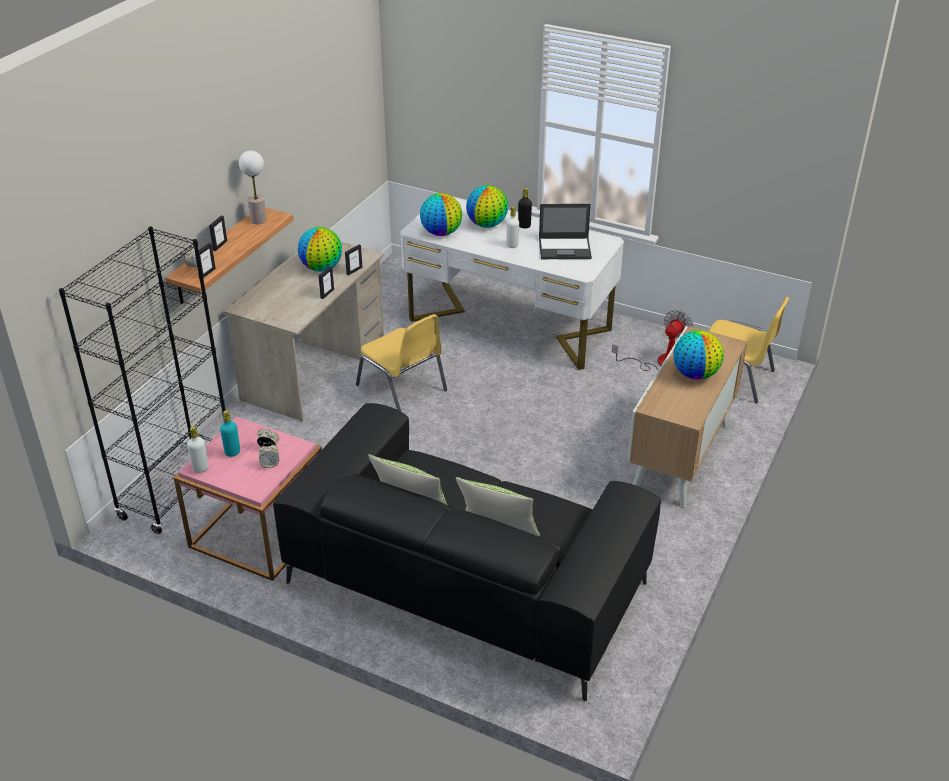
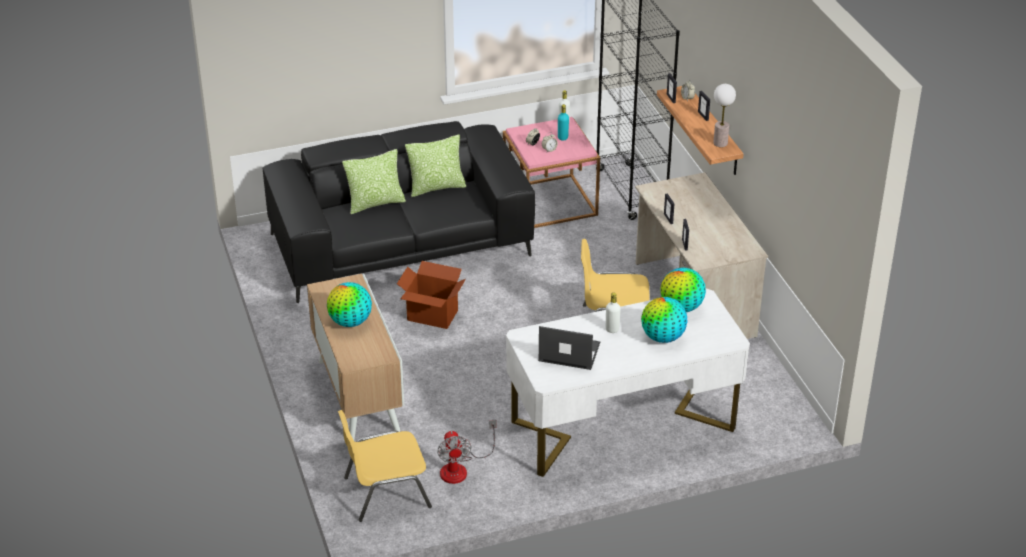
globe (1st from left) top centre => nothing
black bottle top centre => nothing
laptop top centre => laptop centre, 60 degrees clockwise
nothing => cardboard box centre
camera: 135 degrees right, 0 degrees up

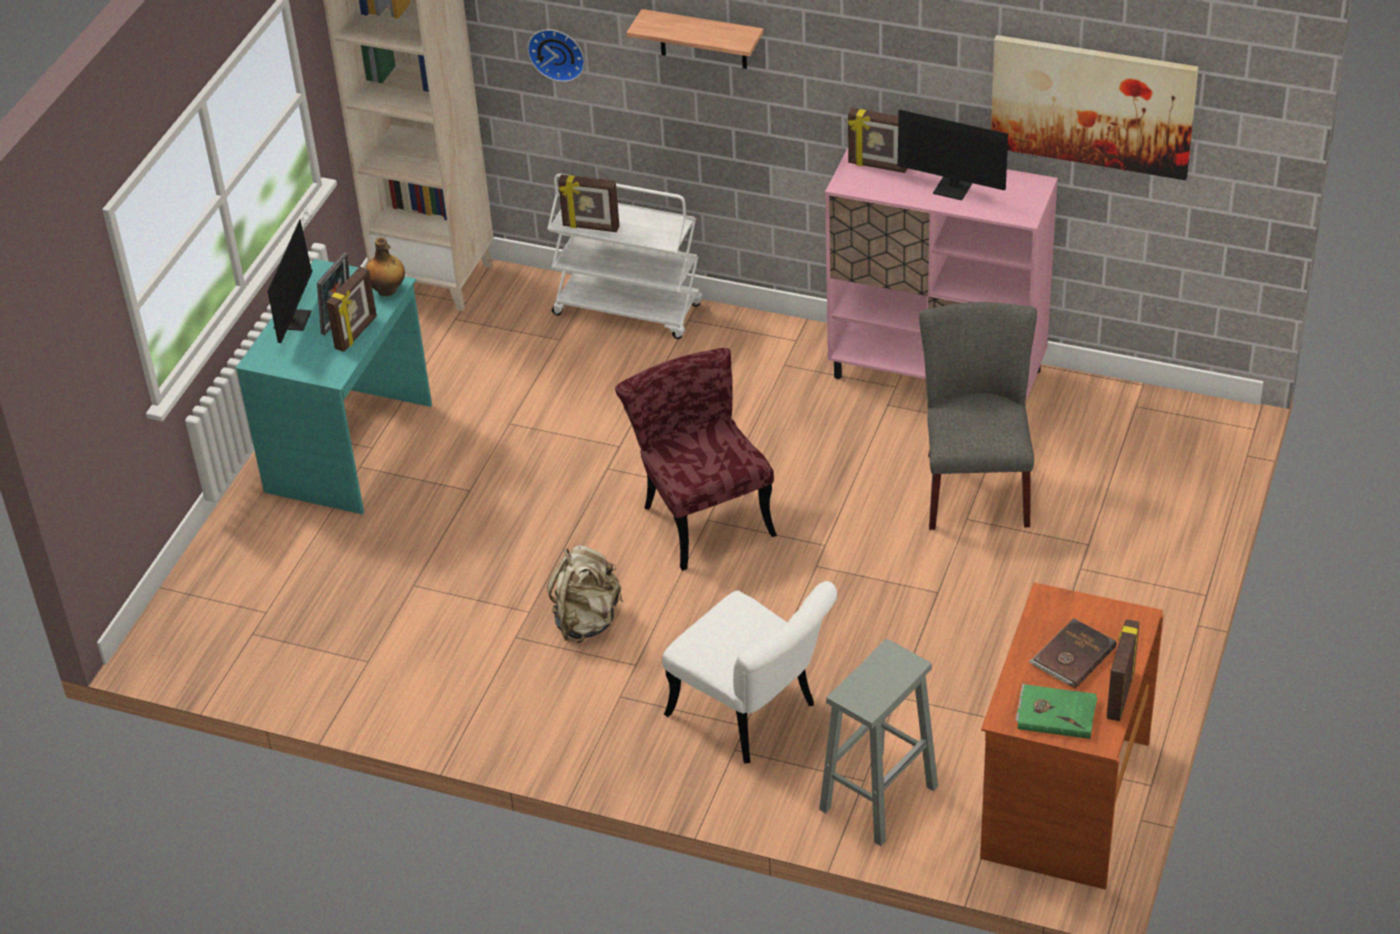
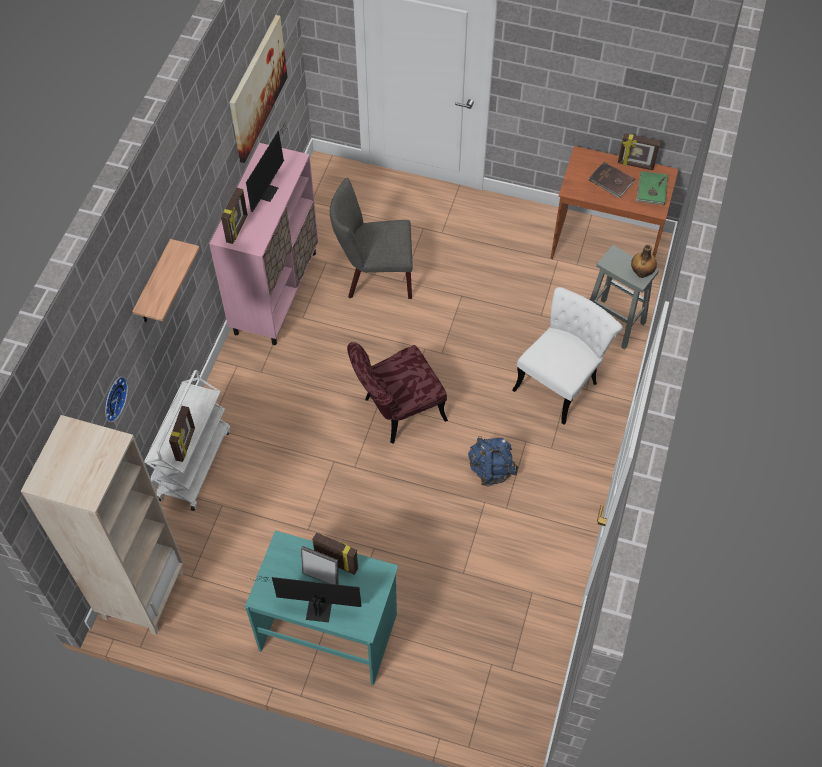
bottle top left => bottle middle right, move
beige backpack centre => blue backpack centre
camera: 95 degrees left, 15 degrees up

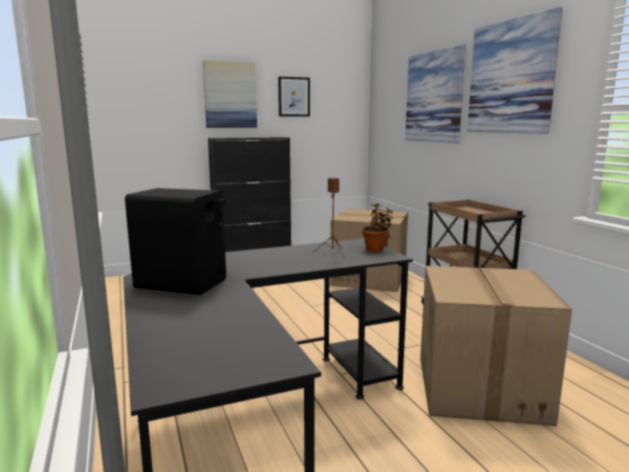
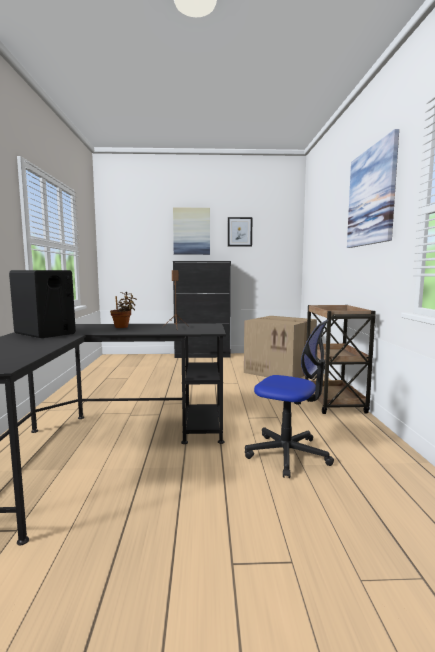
potted plant centre => potted plant middle left, move
picture (3rd from left) top right => nothing
cardboard box (2nd from left) bottom right => office chair centre
camera: 20 degrees right, 5 degrees down

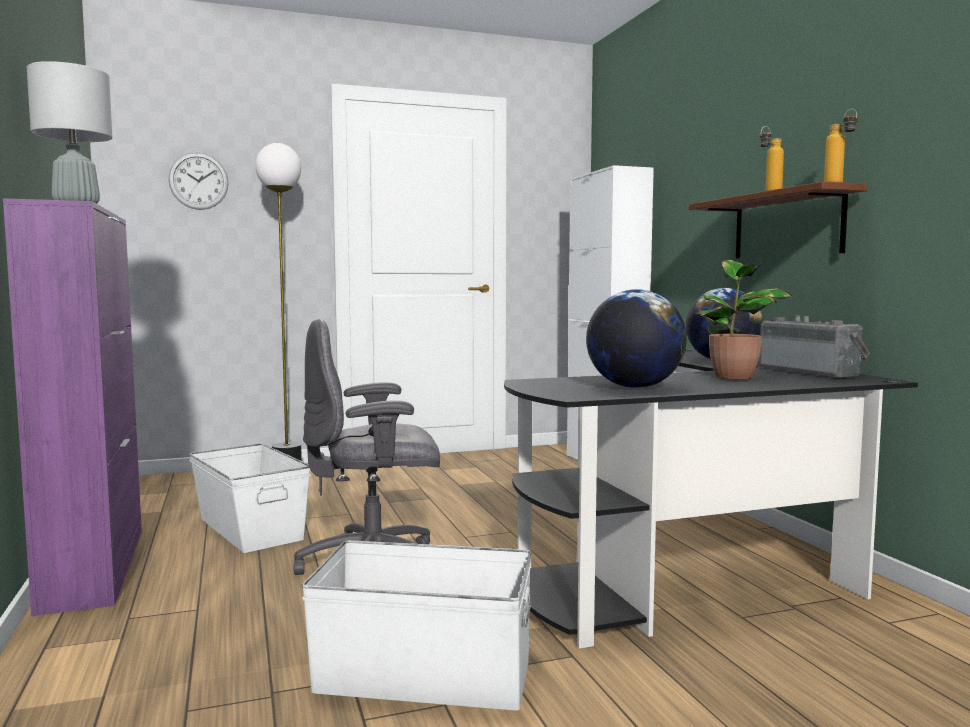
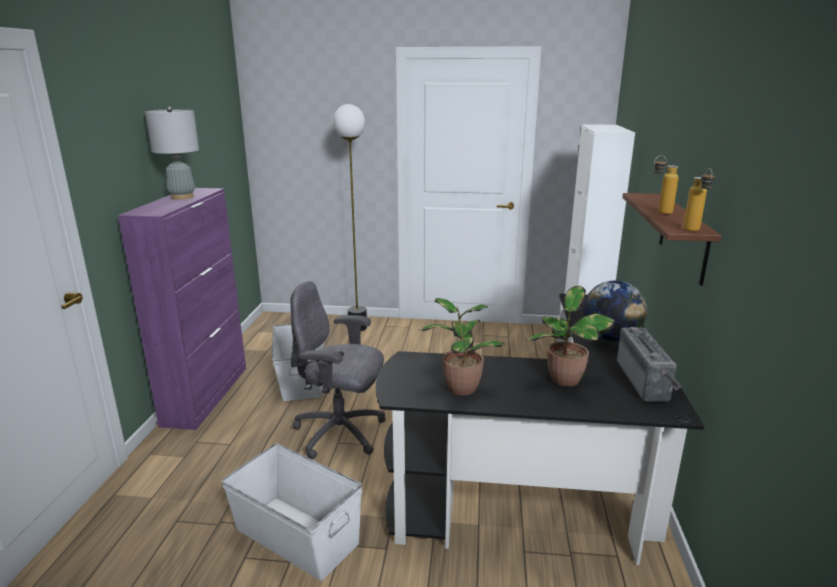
wall clock top left => nothing
globe (1st from left) centre => potted plant (1st from left) centre
camera: 25 degrees right, 15 degrees up

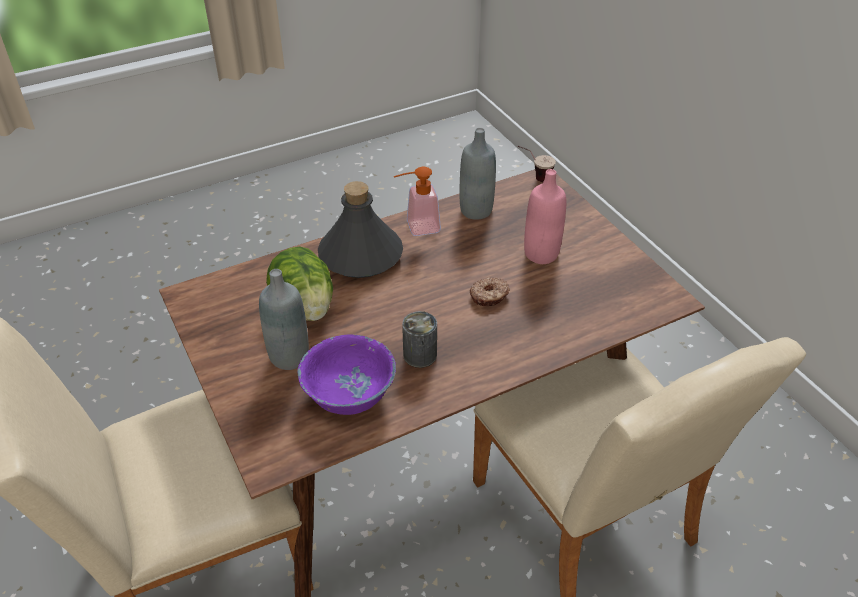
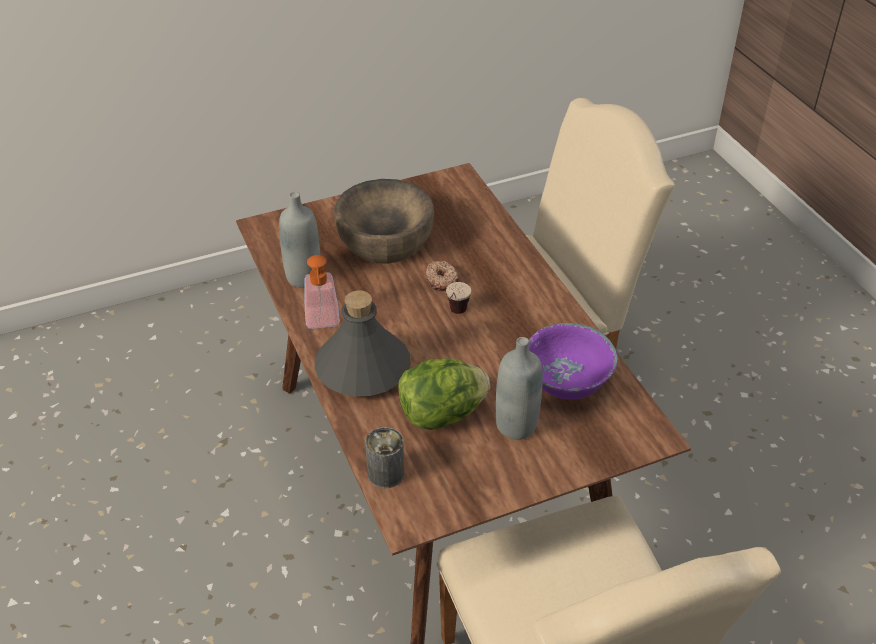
can centre => can bottom centre, move
cup top centre => cup centre, move
pink bottle centre => brown bowl centre
camera: 85 degrees left, 0 degrees up

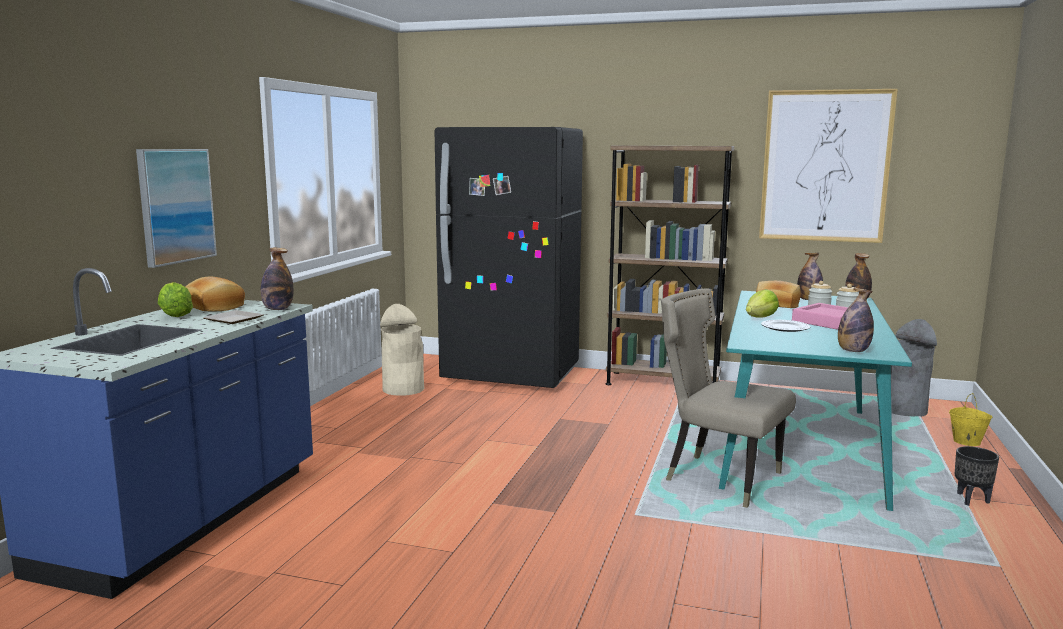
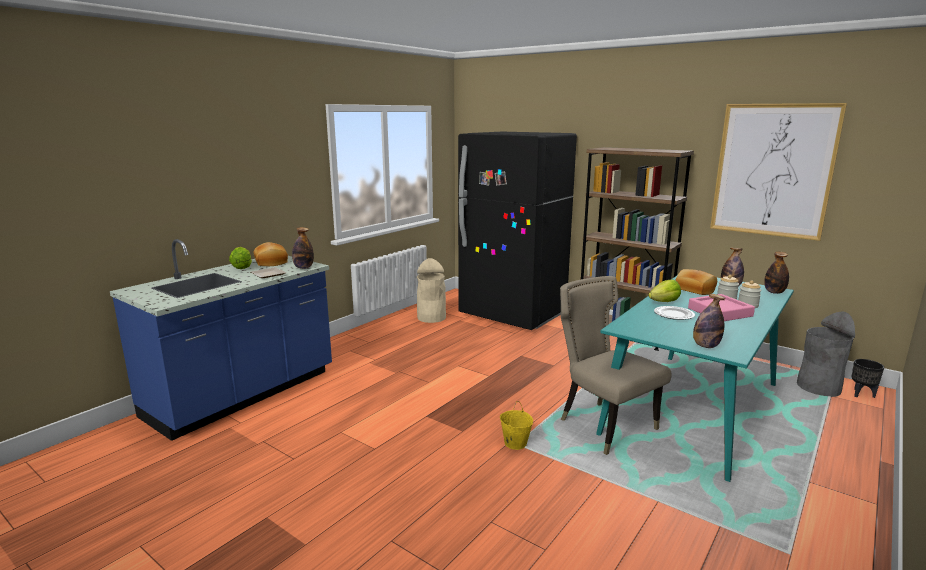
picture (1st from left) top left => nothing
yellow bucket middle right => yellow bucket bottom centre, move
black planter bottom right => black planter middle right, move
camera: 20 degrees right, 5 degrees up

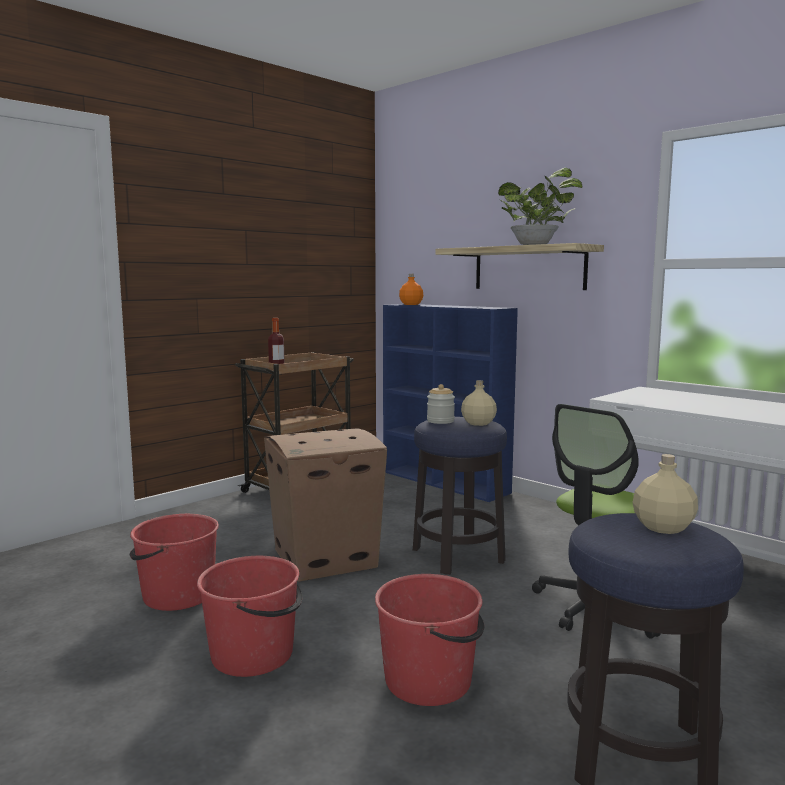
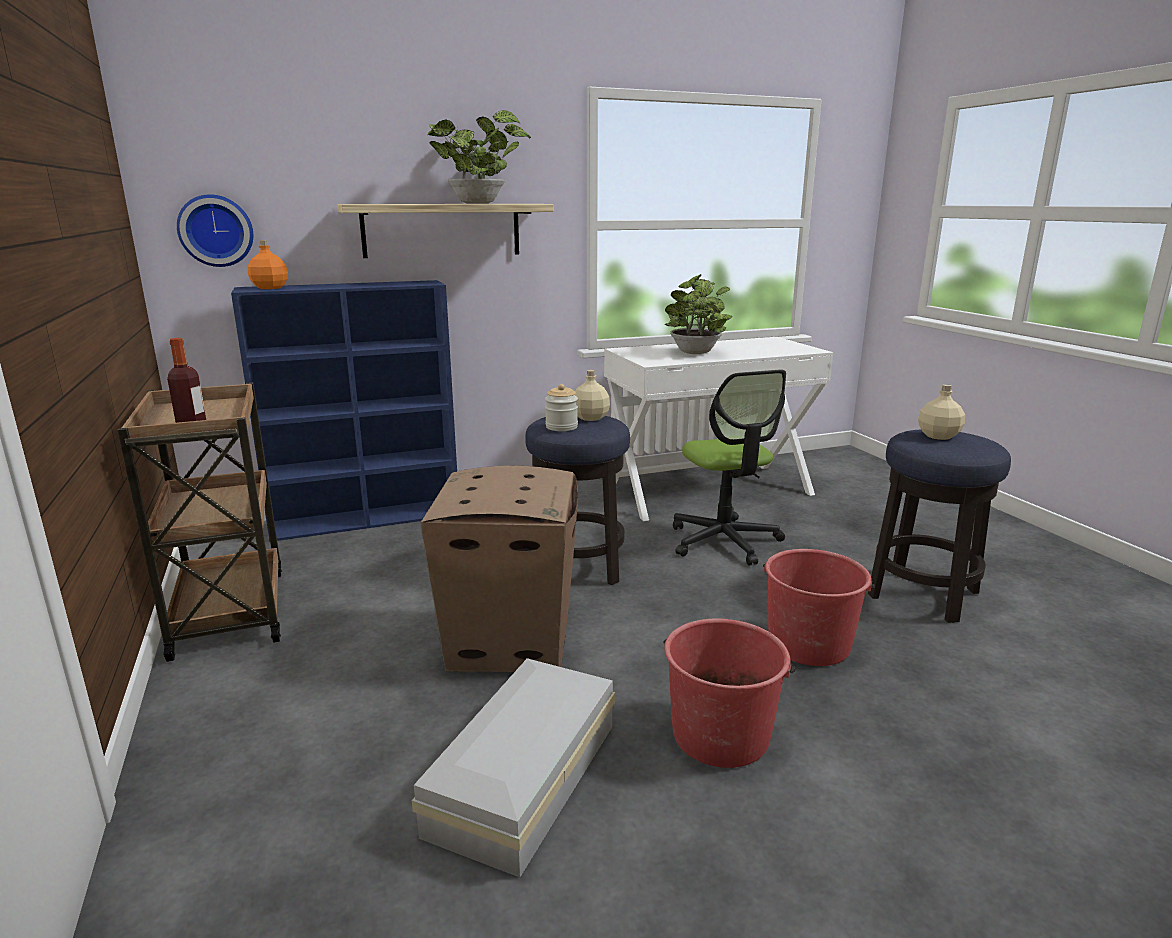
red bucket (1st from left) bottom left => white storage box bottom centre
nothing => wall clock top left
nothing => potted plant (2nd from left) centre
camera: 65 degrees left, 10 degrees up

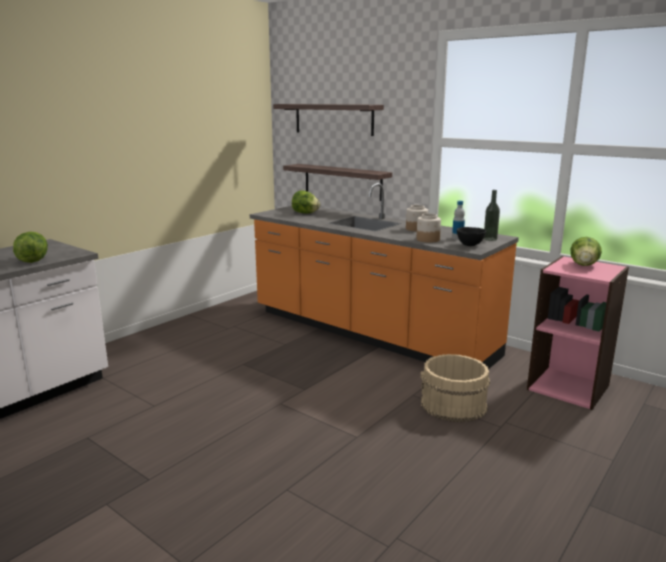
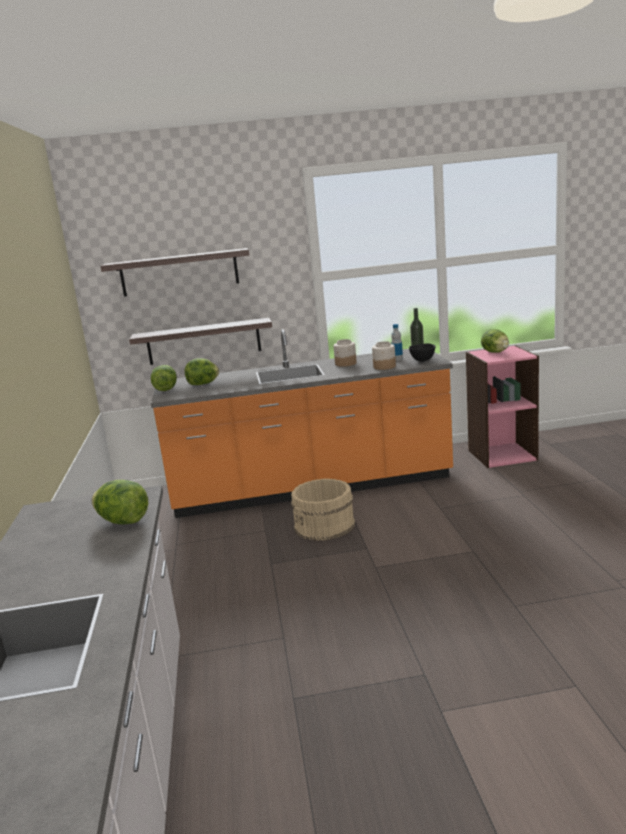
beige bucket bottom right => beige bucket centre, move
nothing => lettuce (2nd from left) middle left
camera: 45 degrees left, 0 degrees up

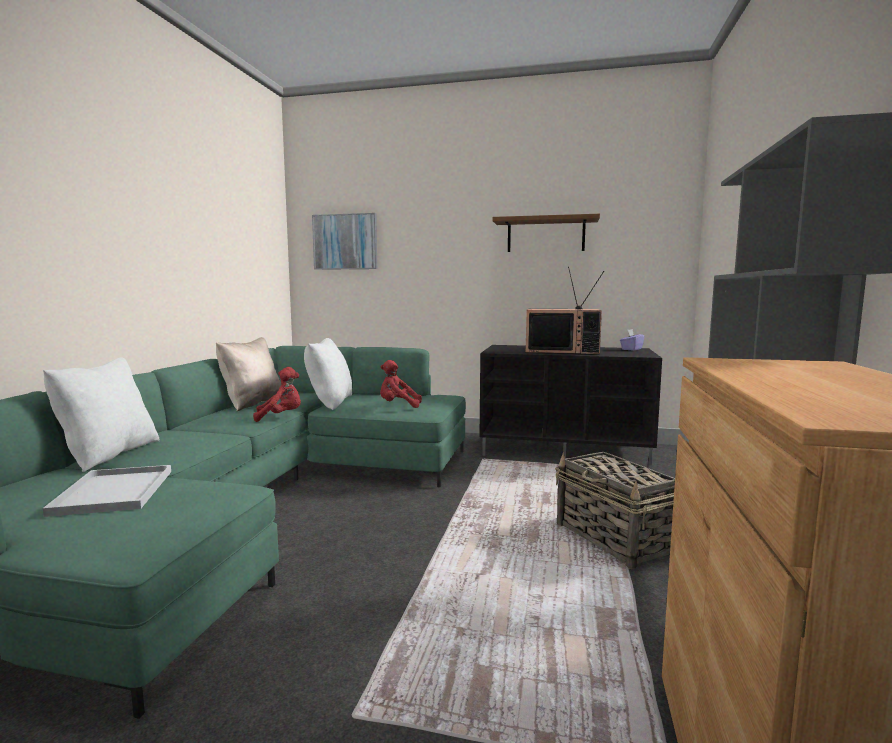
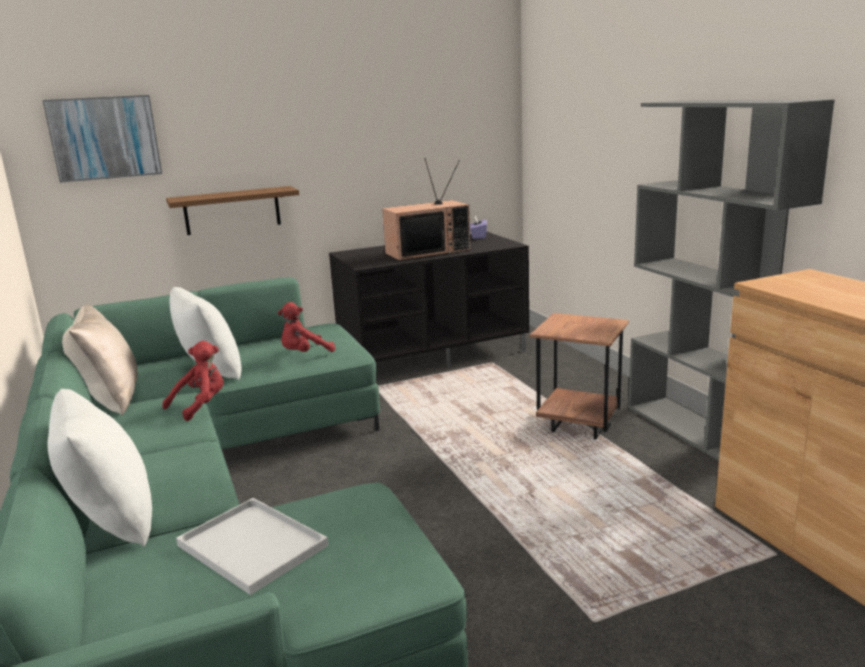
brown shelf top centre => brown shelf top left, move
basket bottom right => brown side table middle right
camera: 35 degrees left, 10 degrees up

